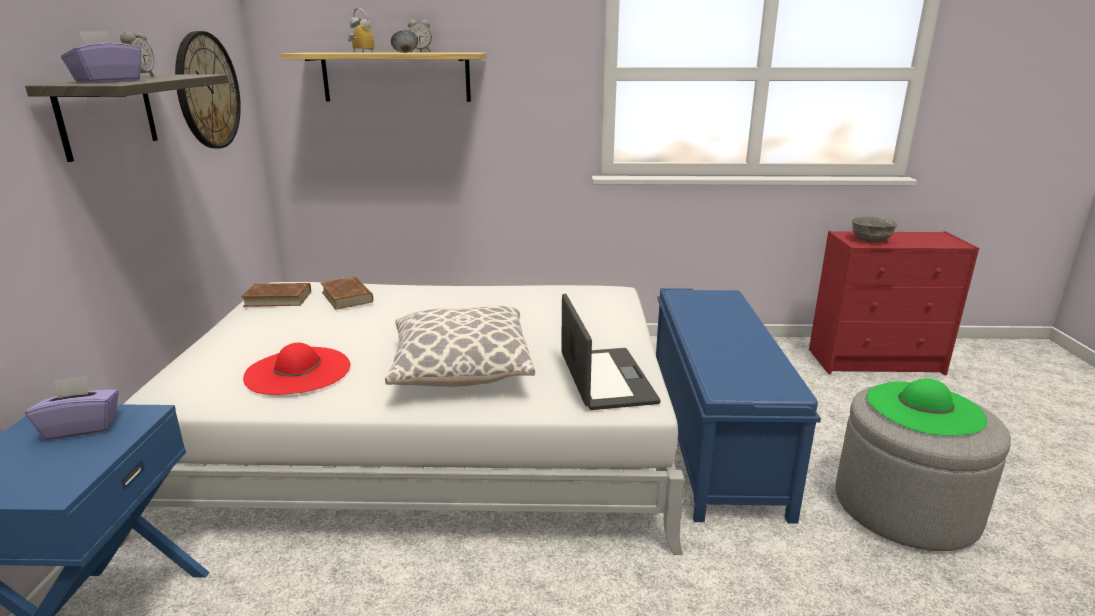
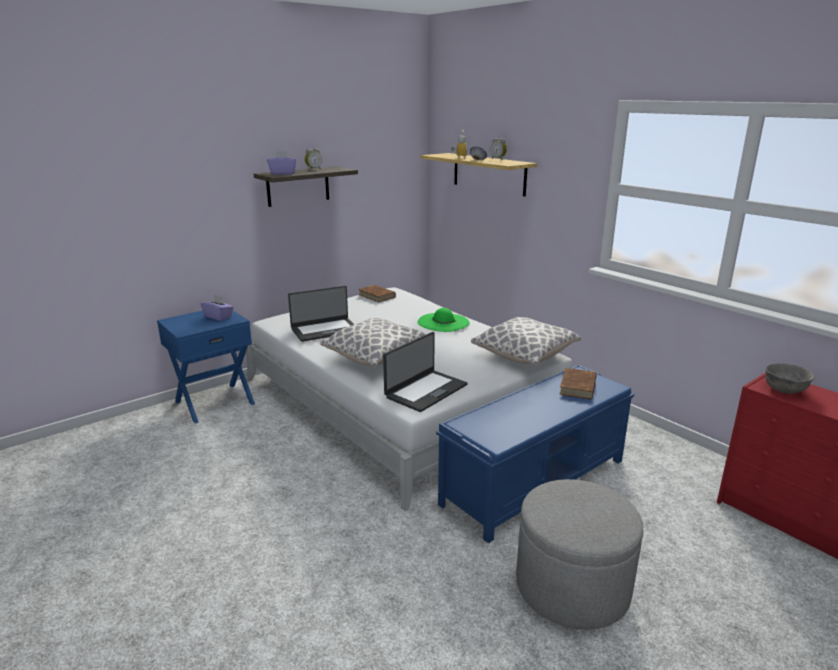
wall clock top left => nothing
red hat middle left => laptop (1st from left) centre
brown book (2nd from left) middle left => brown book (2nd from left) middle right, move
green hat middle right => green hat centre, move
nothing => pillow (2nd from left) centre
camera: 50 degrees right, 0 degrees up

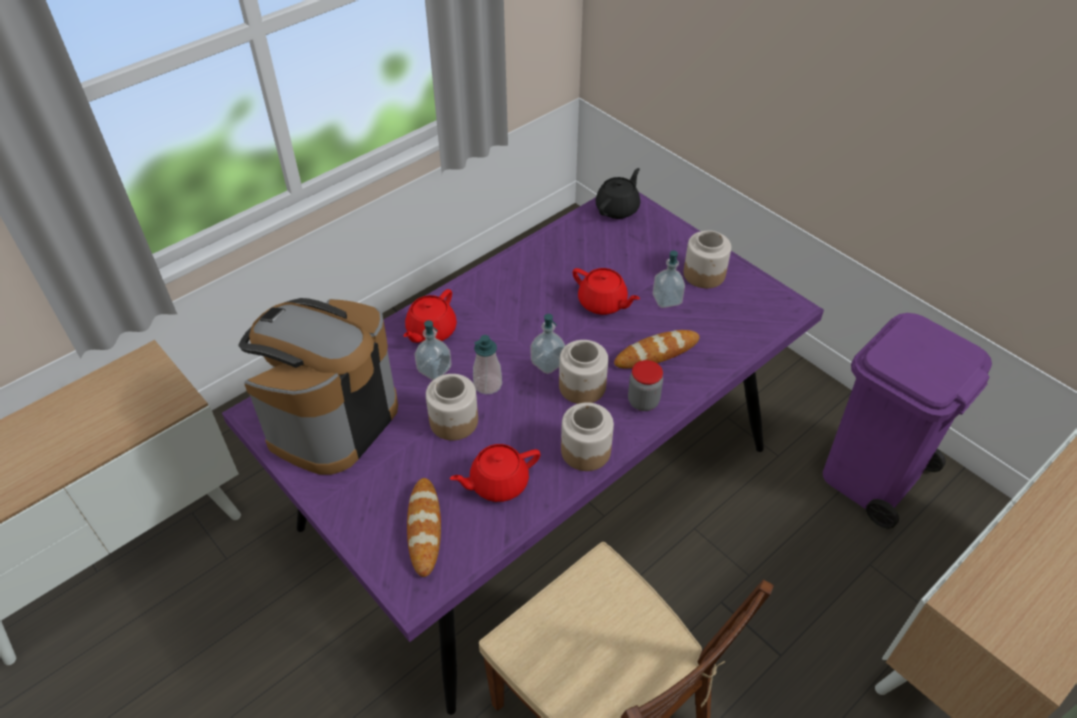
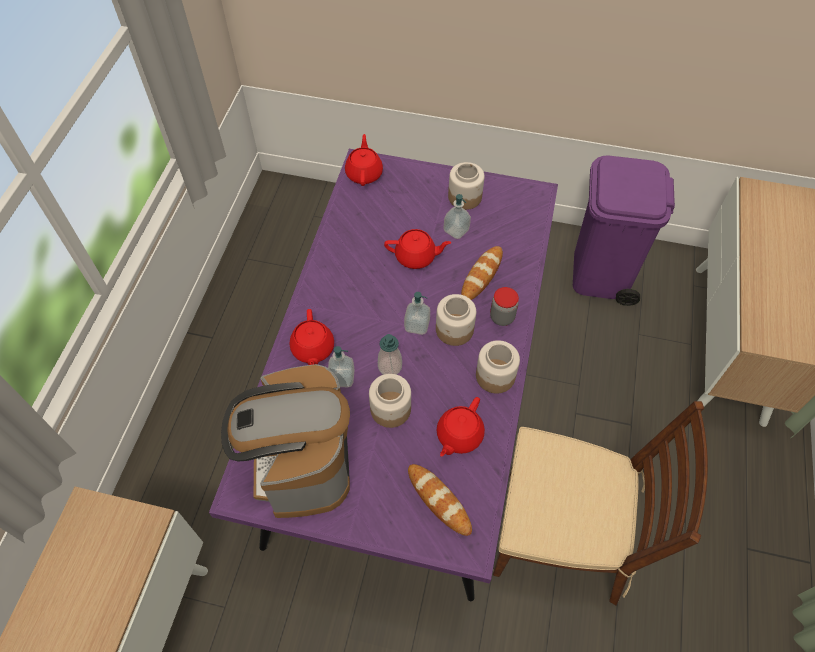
black teapot top centre => red teapot (2nd from left) top centre
camera: 35 degrees left, 10 degrees up

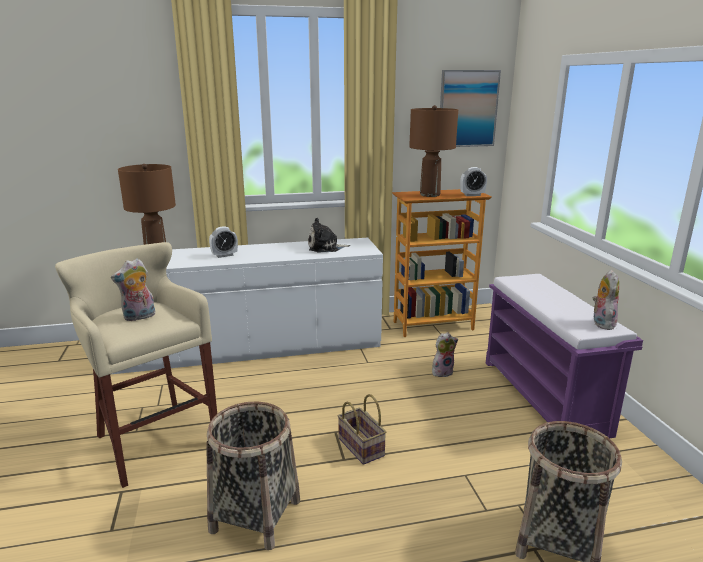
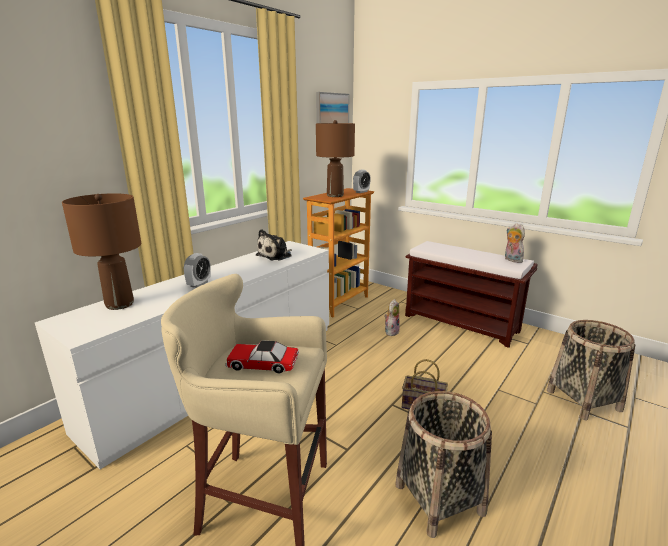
plush toy (1st from left) middle left => toy car centre
purple bench middle right => brown bench middle right
camera: 40 degrees left, 0 degrees up

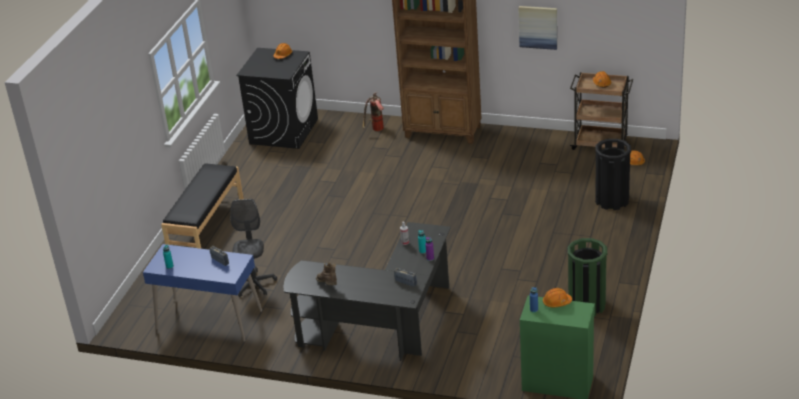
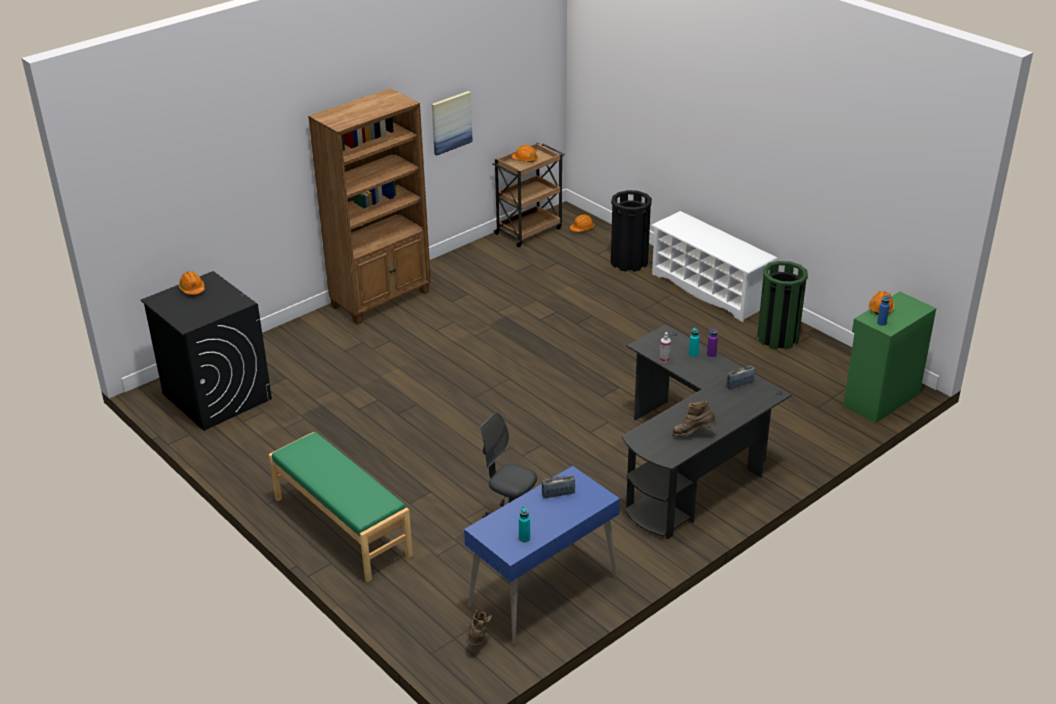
black bench middle left => green bench bottom left
fire extinguisher top centre => nothing
nothing => brown boot (1st from left) bottom centre
nothing => white shoe rack middle right
camera: 60 degrees left, 0 degrees up

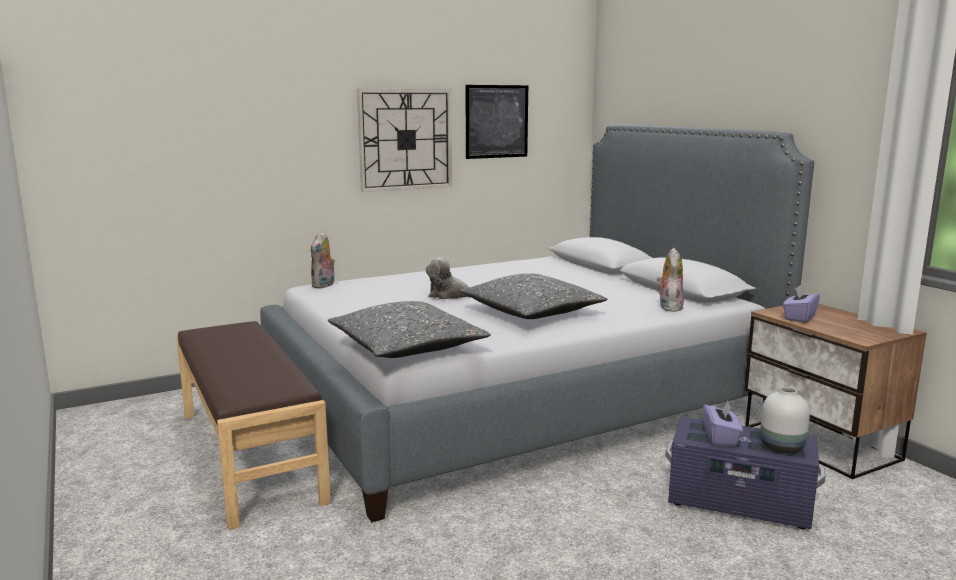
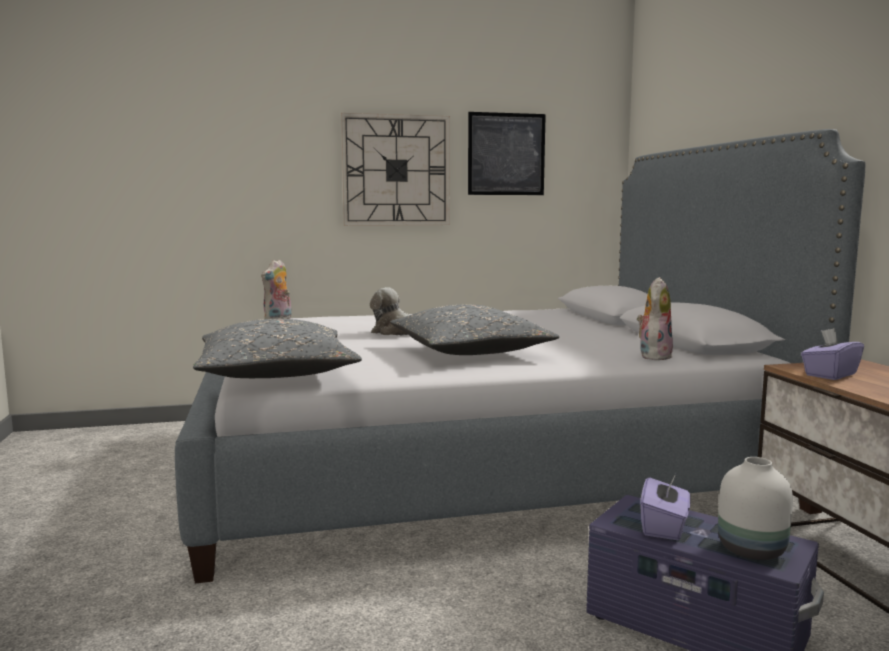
brown bench bottom left => nothing
camera: 15 degrees right, 5 degrees down

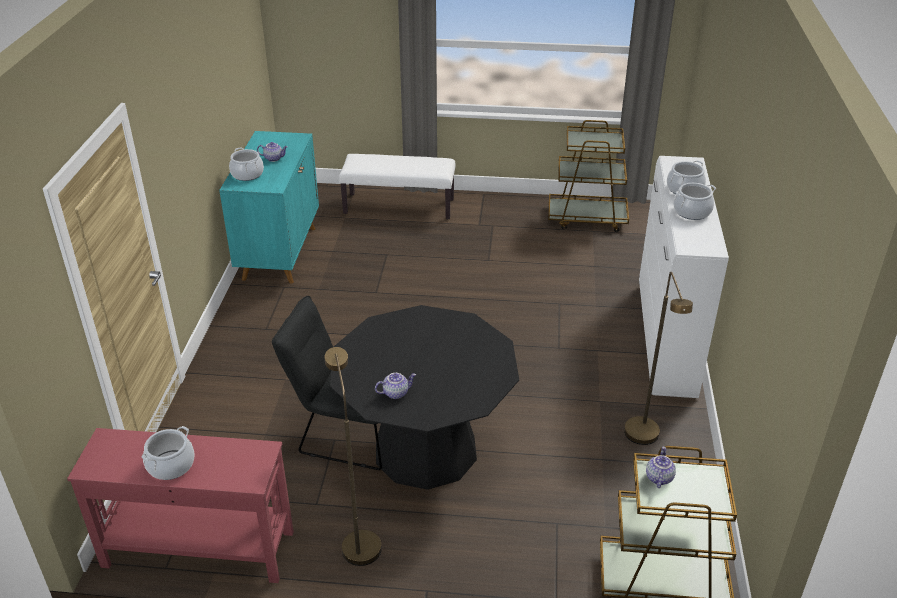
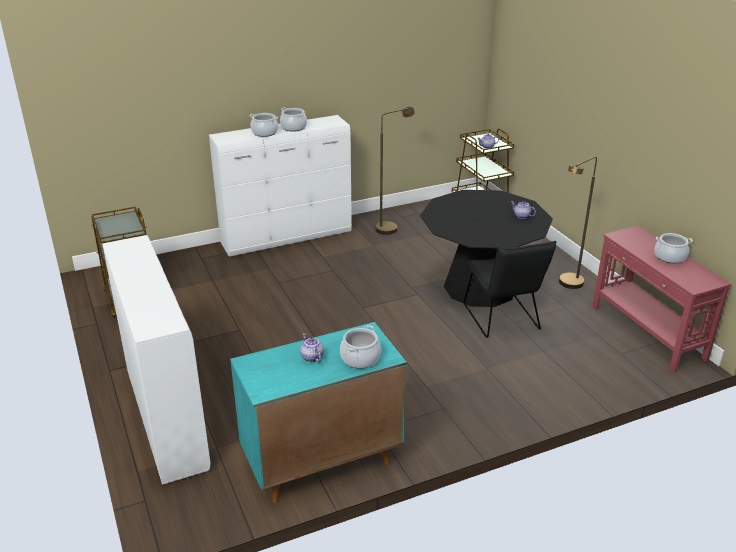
white bench top centre => white dresser (1st from left) middle left
camera: 120 degrees left, 5 degrees down

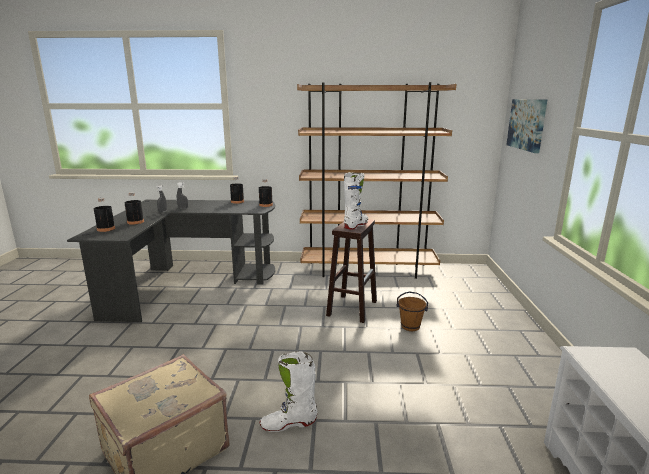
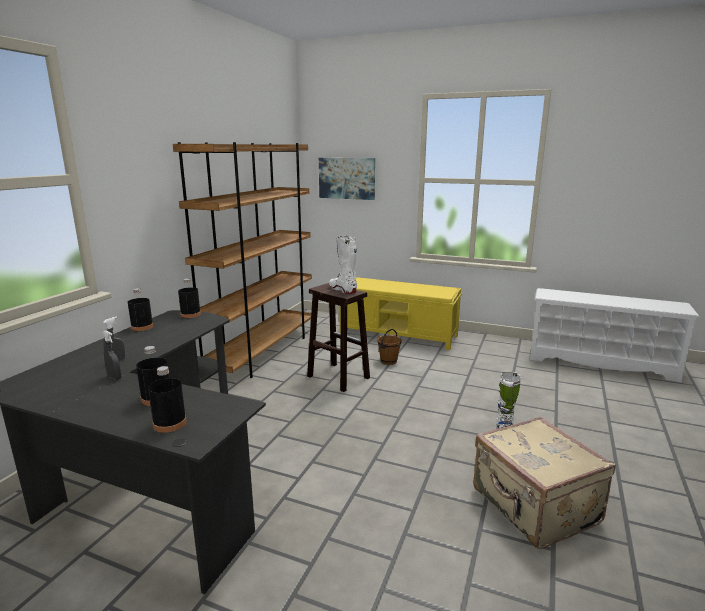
nothing => yellow bench centre
camera: 70 degrees left, 0 degrees up

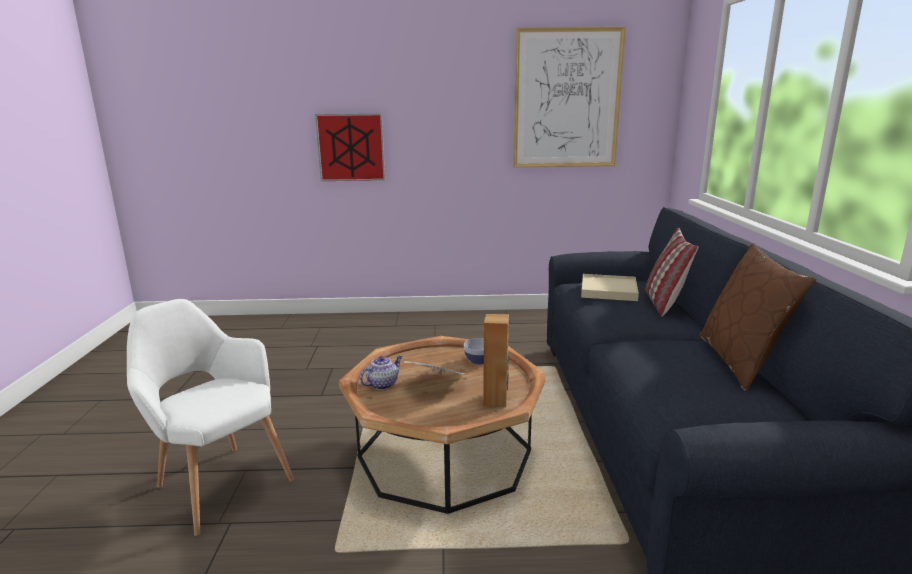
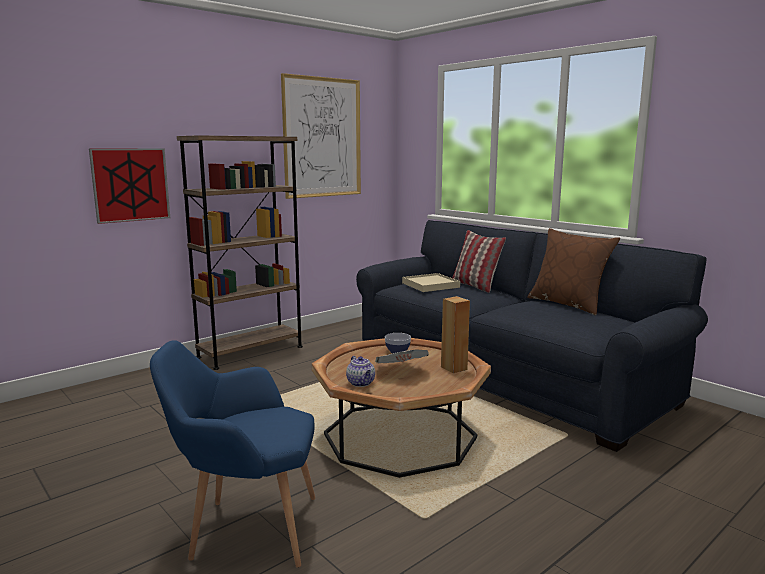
white armchair bottom left => blue armchair bottom left
teapot centre, 150 degrees clockwise
nothing => brown bookcase middle left
camera: 40 degrees left, 5 degrees down

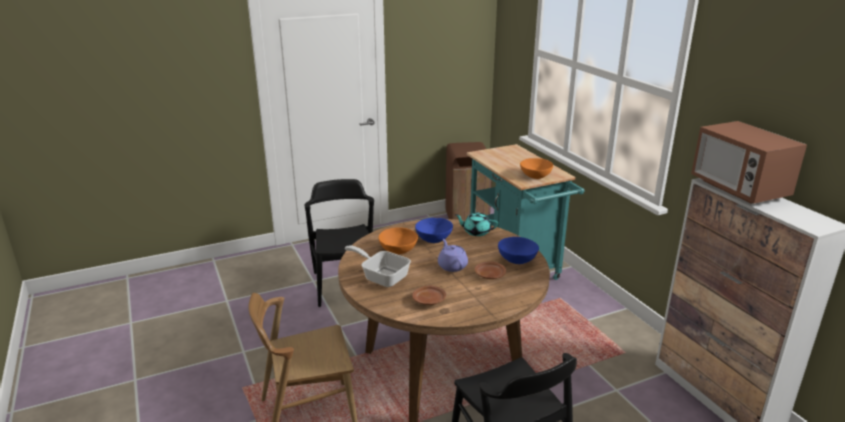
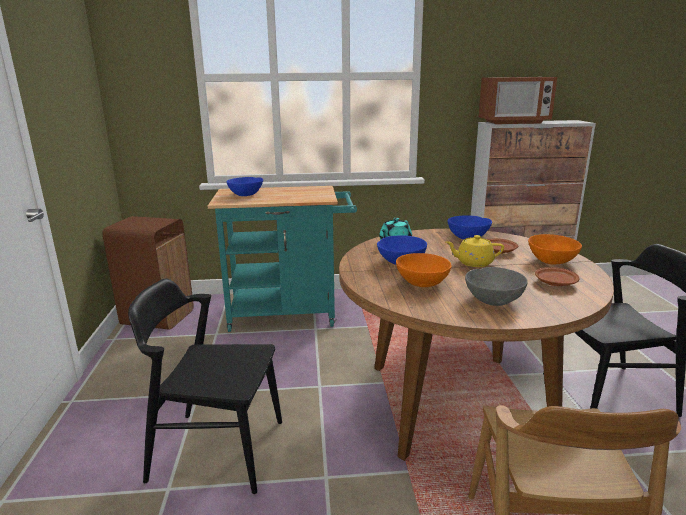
frying pan centre => grey bowl middle right
purple teapot centre => yellow teapot middle right
orange bowl (2nd from left) centre => orange bowl (2nd from left) middle right, move
nothing => blue bowl (1st from left) centre
camera: 70 degrees left, 5 degrees down

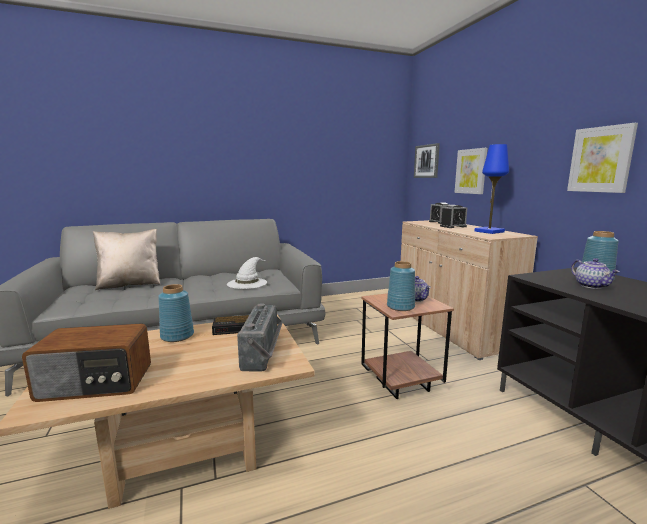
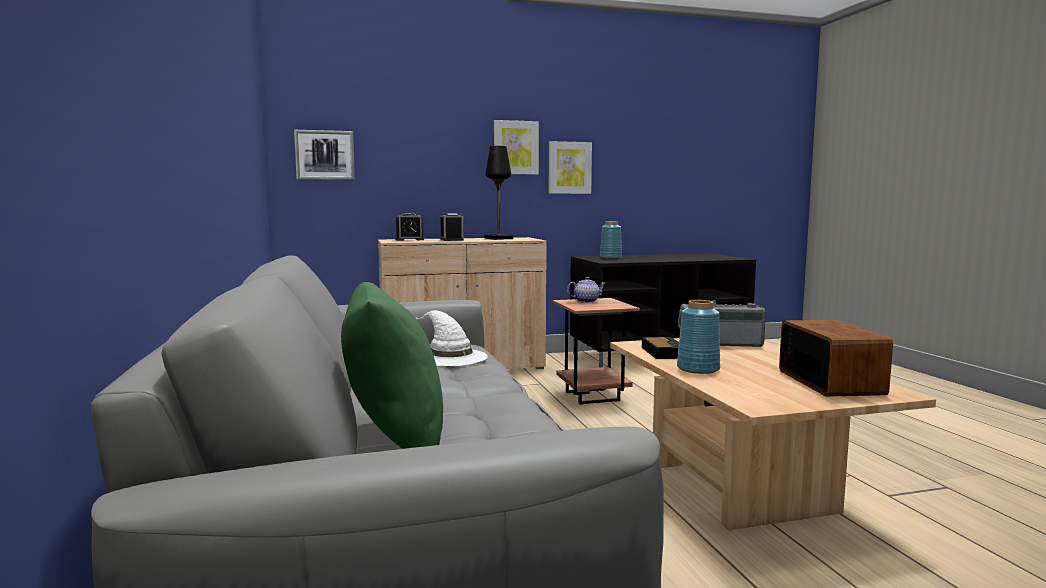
beige pillow middle left => green pillow centre
blue vase (2nd from left) centre => nothing
picture (2nd from left) top right => picture (2nd from left) top centre, move
blue table lamp middle right => black table lamp top centre
teapot (2nd from left) middle right => nothing
camera: 85 degrees left, 5 degrees down

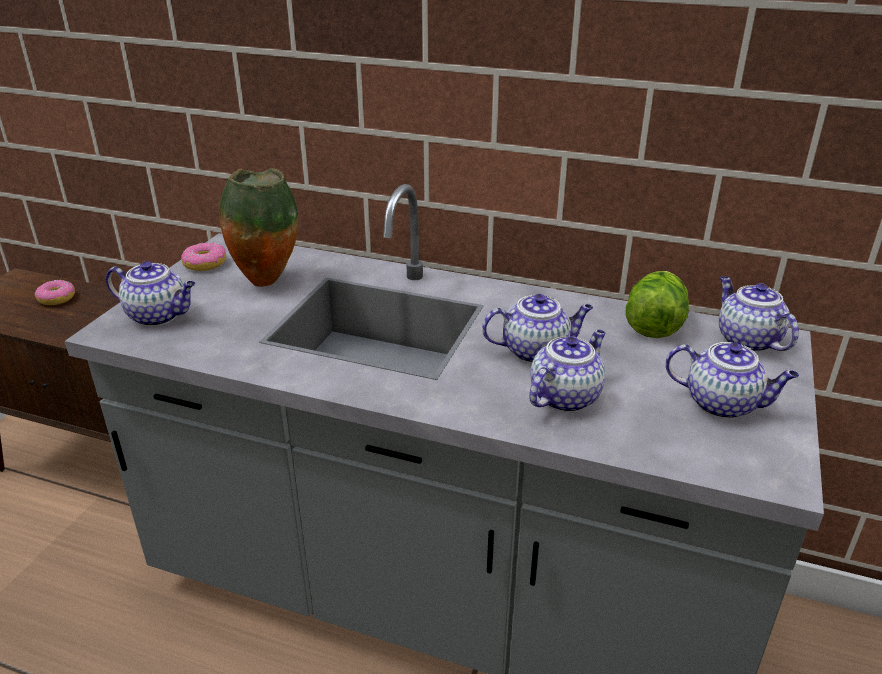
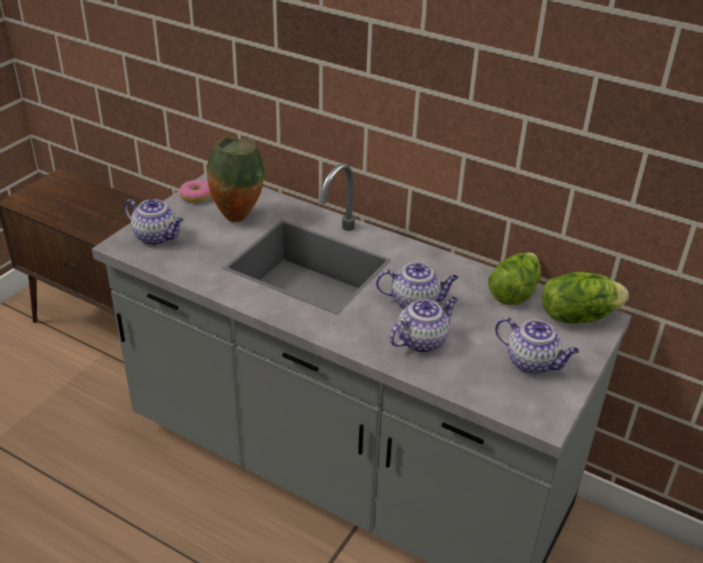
donut (1st from left) middle left => nothing
teapot (5th from left) middle right => lettuce (2nd from left) middle right
camera: 10 degrees right, 5 degrees up

